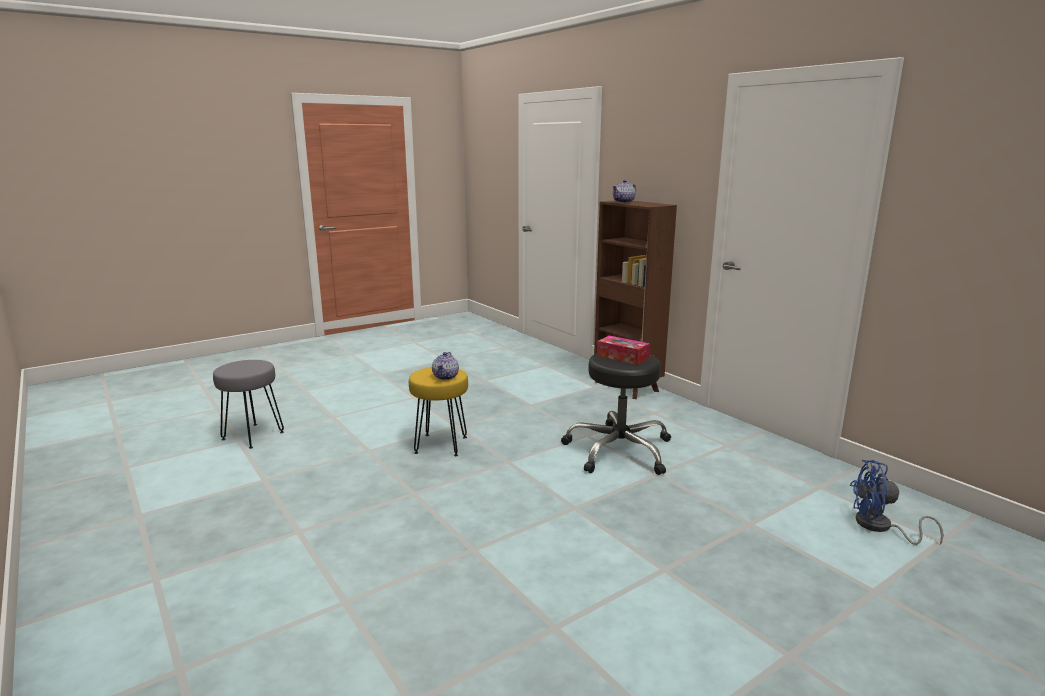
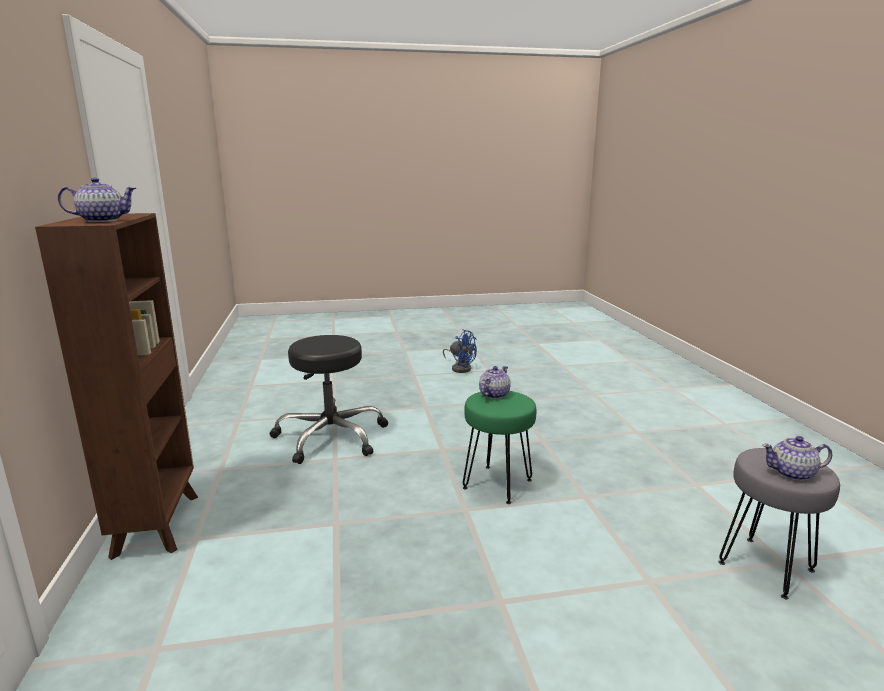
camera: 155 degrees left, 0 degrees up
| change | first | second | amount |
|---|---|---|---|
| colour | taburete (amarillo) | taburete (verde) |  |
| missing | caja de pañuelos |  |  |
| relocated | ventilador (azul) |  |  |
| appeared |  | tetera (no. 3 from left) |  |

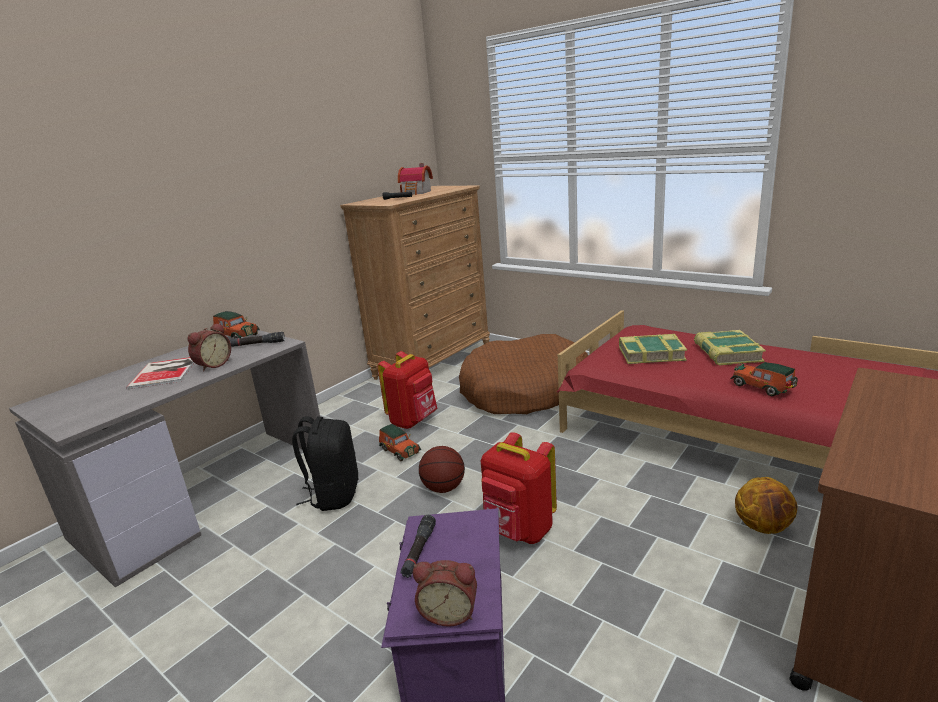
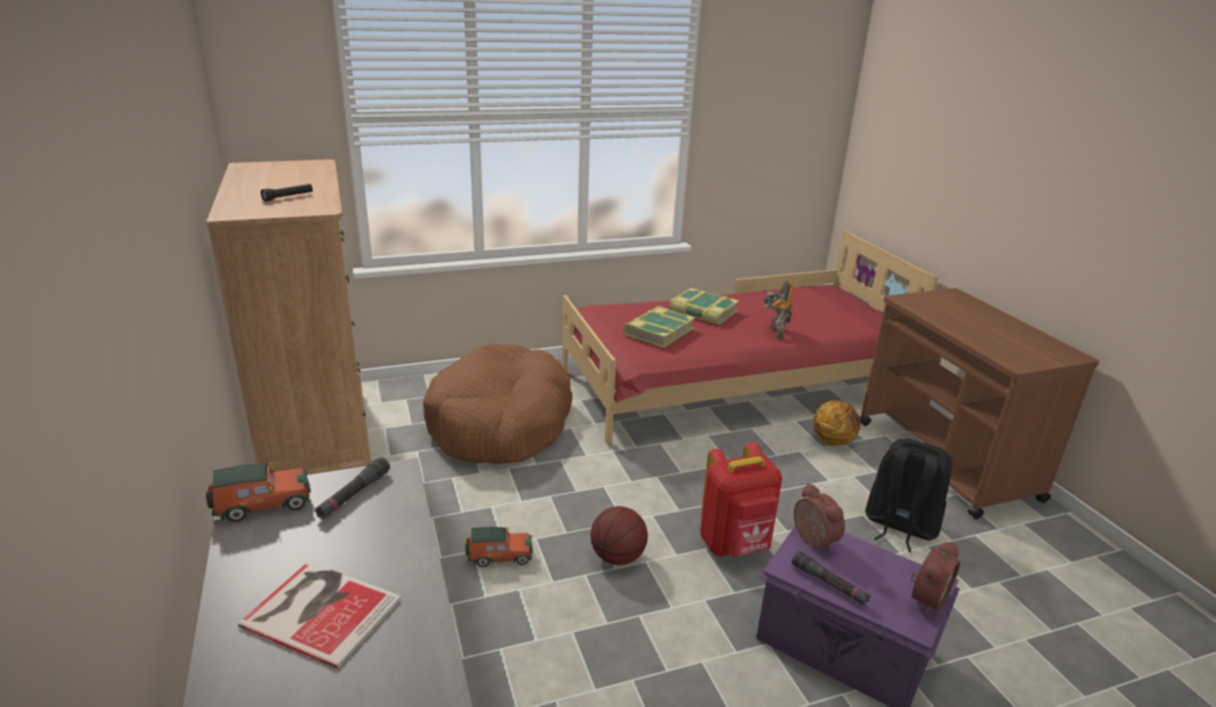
camera: 60 degrees left, 5 degrees up
| change | first | second | amount |
|---|---|---|---|
| relocated | despertador (no. 1 from left) |  |  |
| relocated | mochila (negro) |  |  |
| missing | mochila (rojo) (no. 1 from left) |  |  |
| missing | casita |  |  |
| exchanged | coche de juguete (no. 3 from left) | robot de juguete |  |

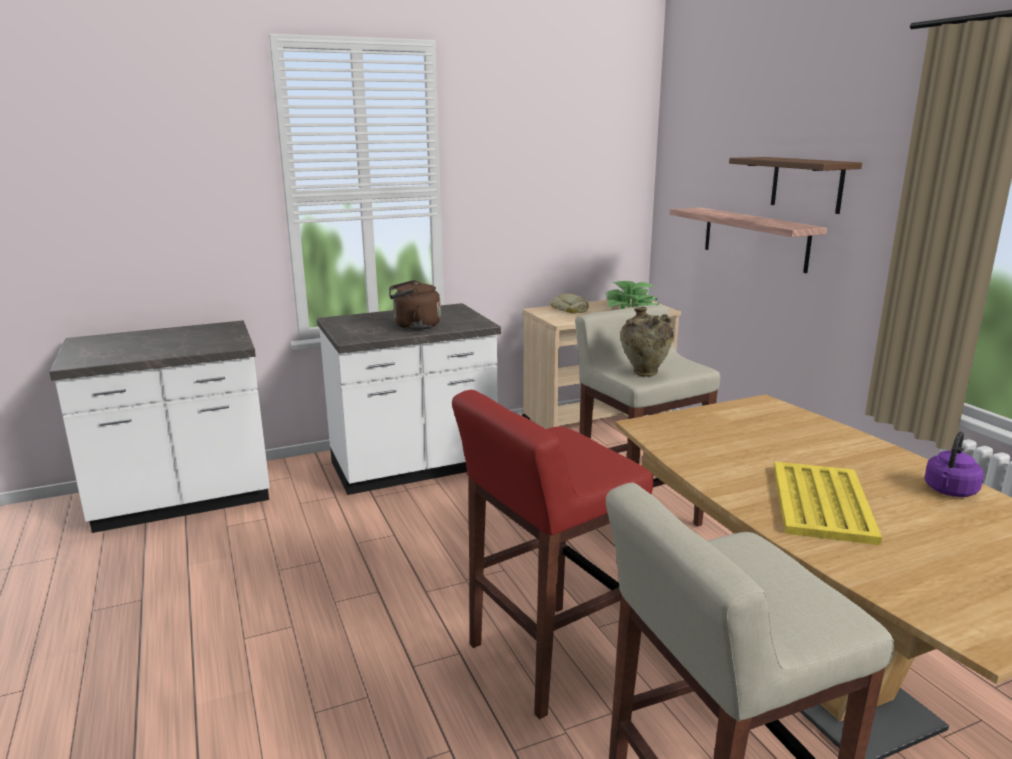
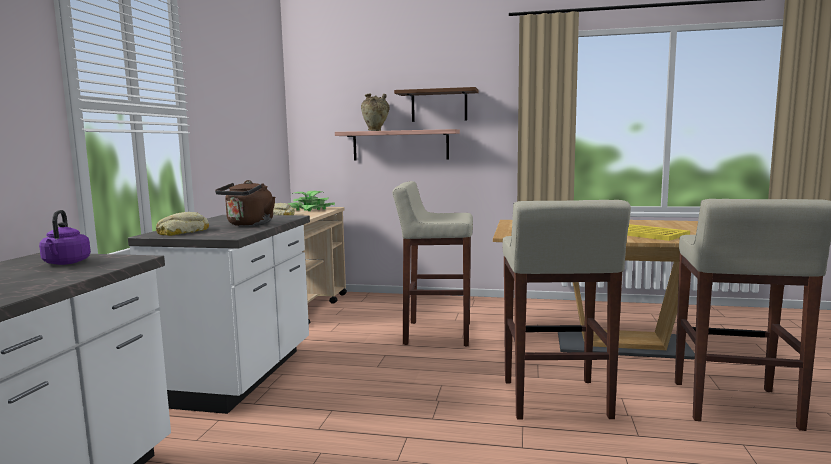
camera: 55 degrees left, 10 degrees down
| change | first | second | amount |
|---|---|---|---|
| colour | taburete (rojo) | taburete (beis) (no. 2 from left) |  |
| relocated | florero (beis) |  |  |
| relocated | hervidor (morado) |  |  |
| appeared |  | pan (no. 1 from left) |  |

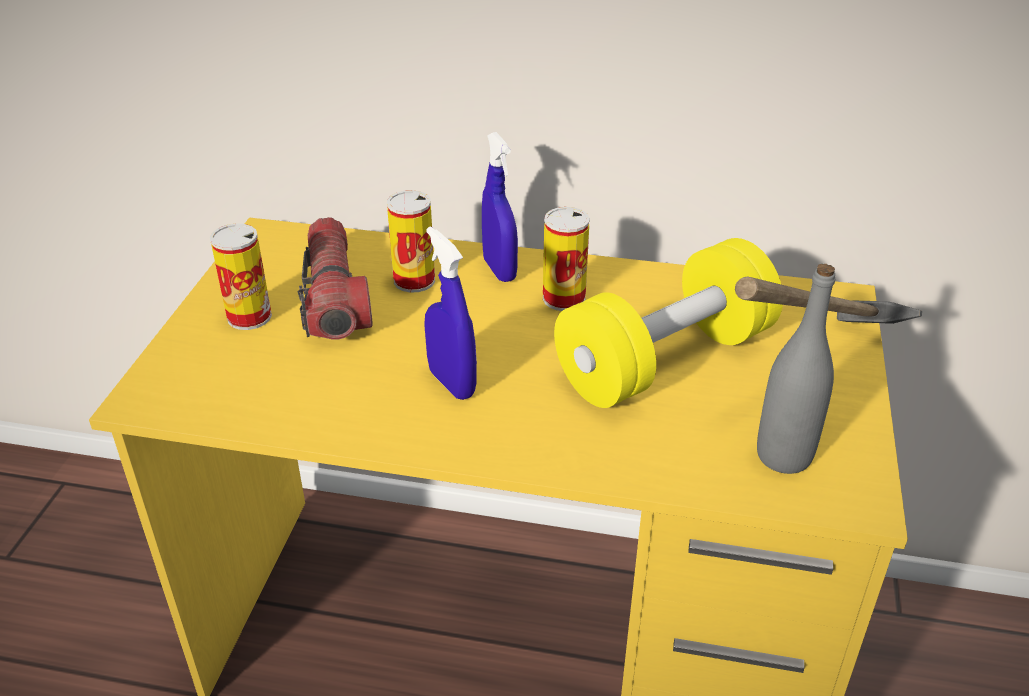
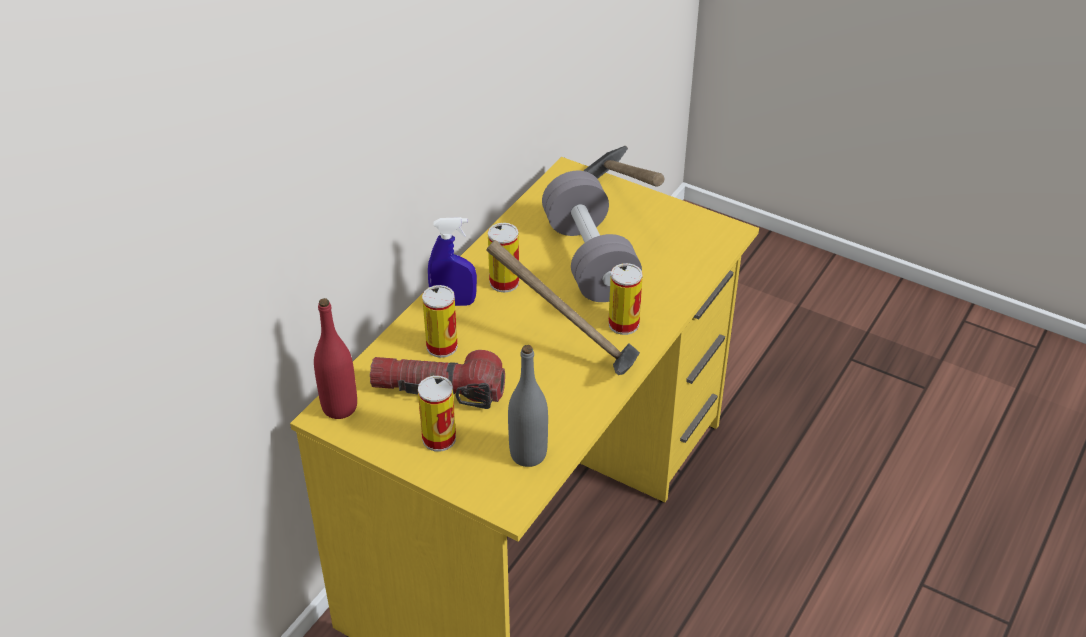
camera: 70 degrees left, 5 degrees up
| change | first | second | amount |
|---|---|---|---|
| exchanged | pulverizador (azul) (no. 1 from left) | martillo (no. 1 from left) |  |
| colour | mancuerna (amarillo) | mancuerna (gris) |  |
| relocated | botella (gris) |  |  |
| appeared |  | botella (rojo) |  |
| appeared |  | lata (no. 4 from left) |  |

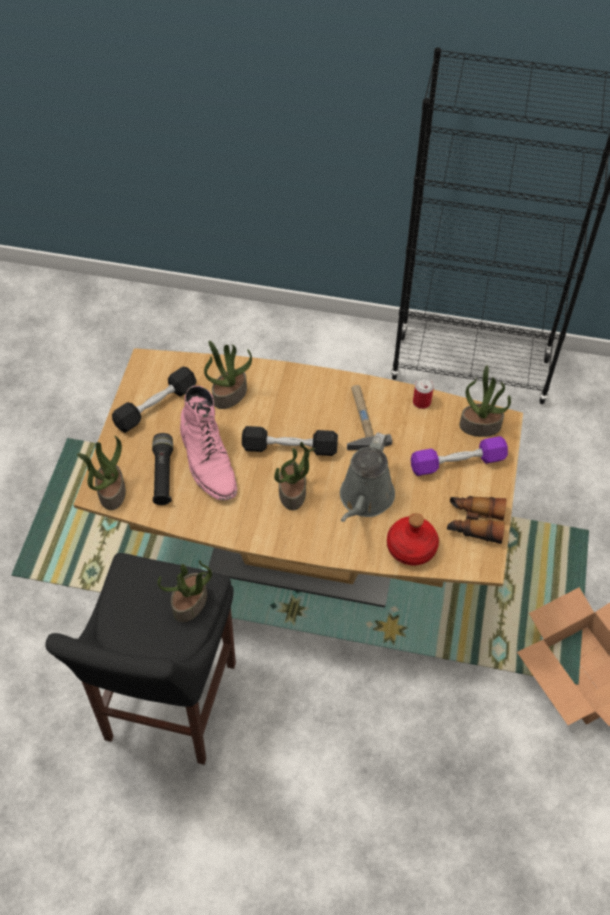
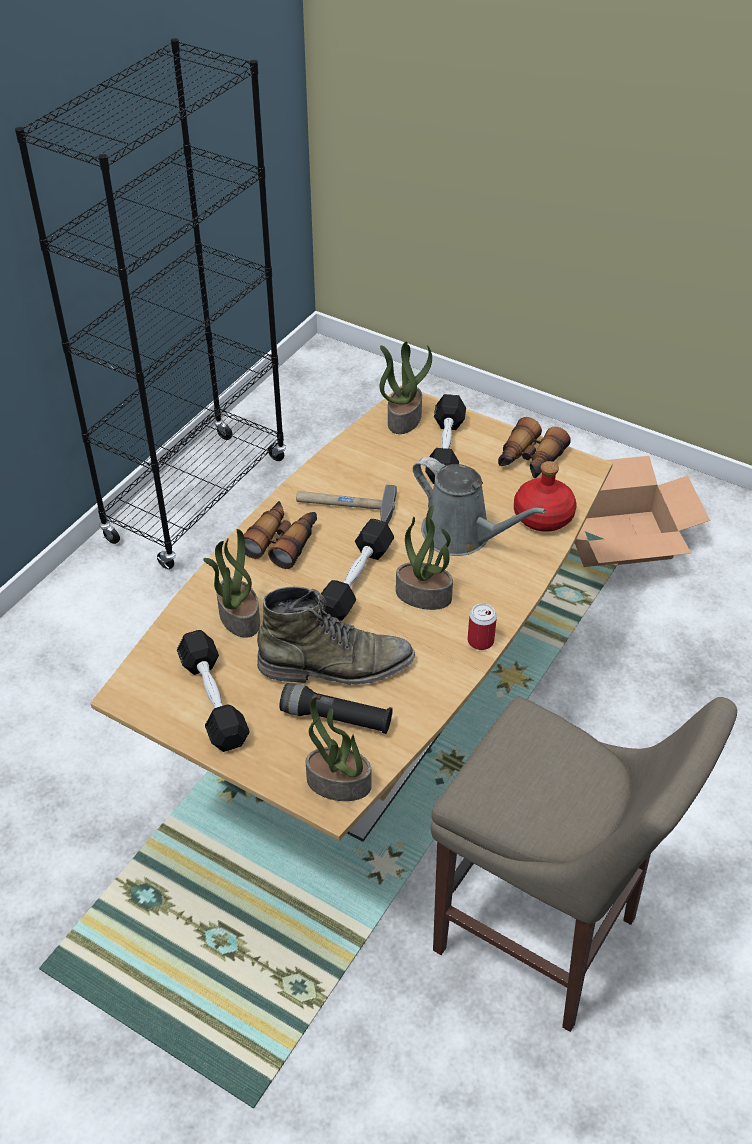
camera: 70 degrees left, 10 degrees down
| change | first | second | amount |
|---|---|---|---|
| colour | taburete (negro) | taburete (beis) |  |
| missing | planta en maceta (no. 2 from left) |  |  |
| colour | bota (rosa) | bota (verde) |  |
| colour | mancuerna (morado) | mancuerna (negro) (no. 3 from left) |  |
| relocated | lata |  |  |
| appeared |  | prismáticos (no. 1 from left) |  |

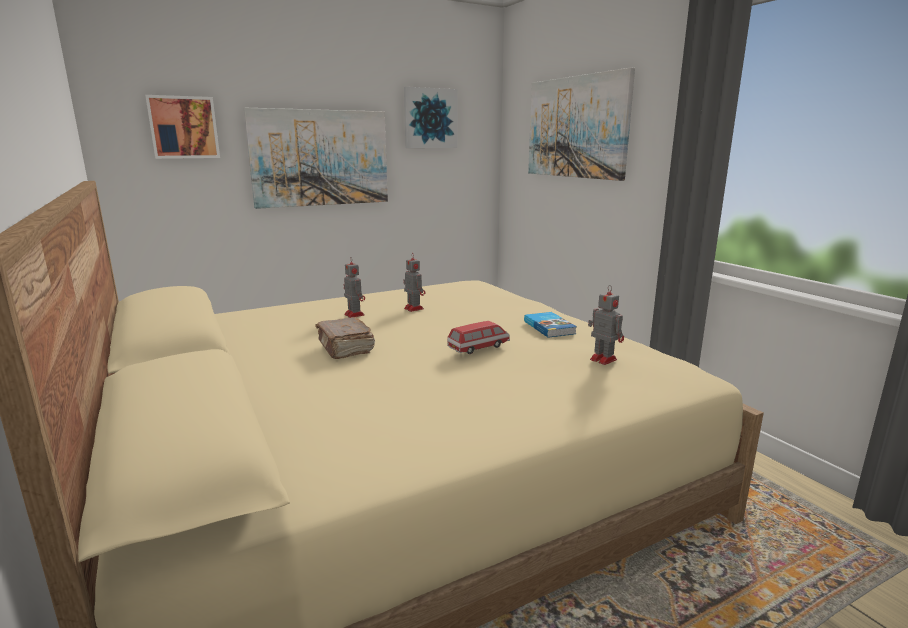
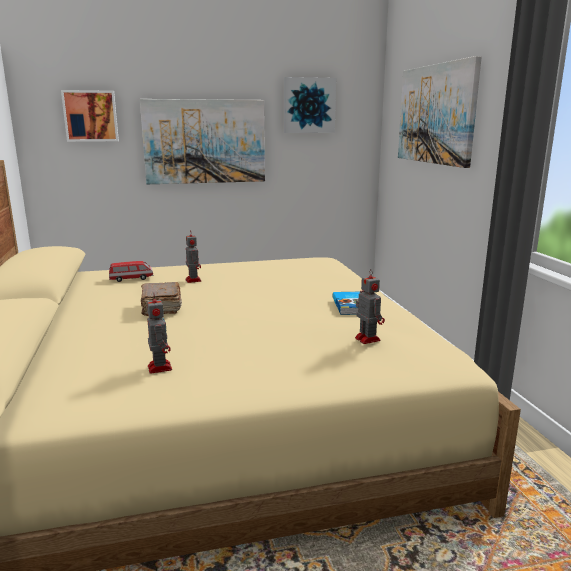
camera: 15 degrees right, 0 degrees up
| change | first | second | amount |
|---|---|---|---|
| relocated | robot de juguete (no. 2 from left in the first image) | robot de juguete (no. 1 from left) |  |
| relocated | coche de juguete |  |  |

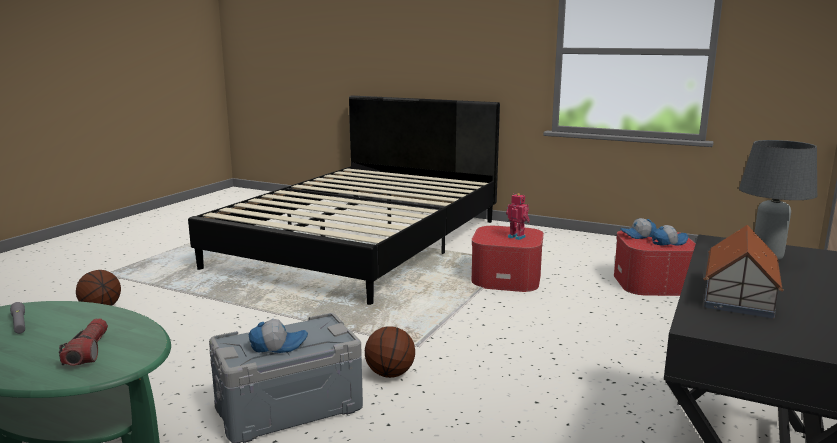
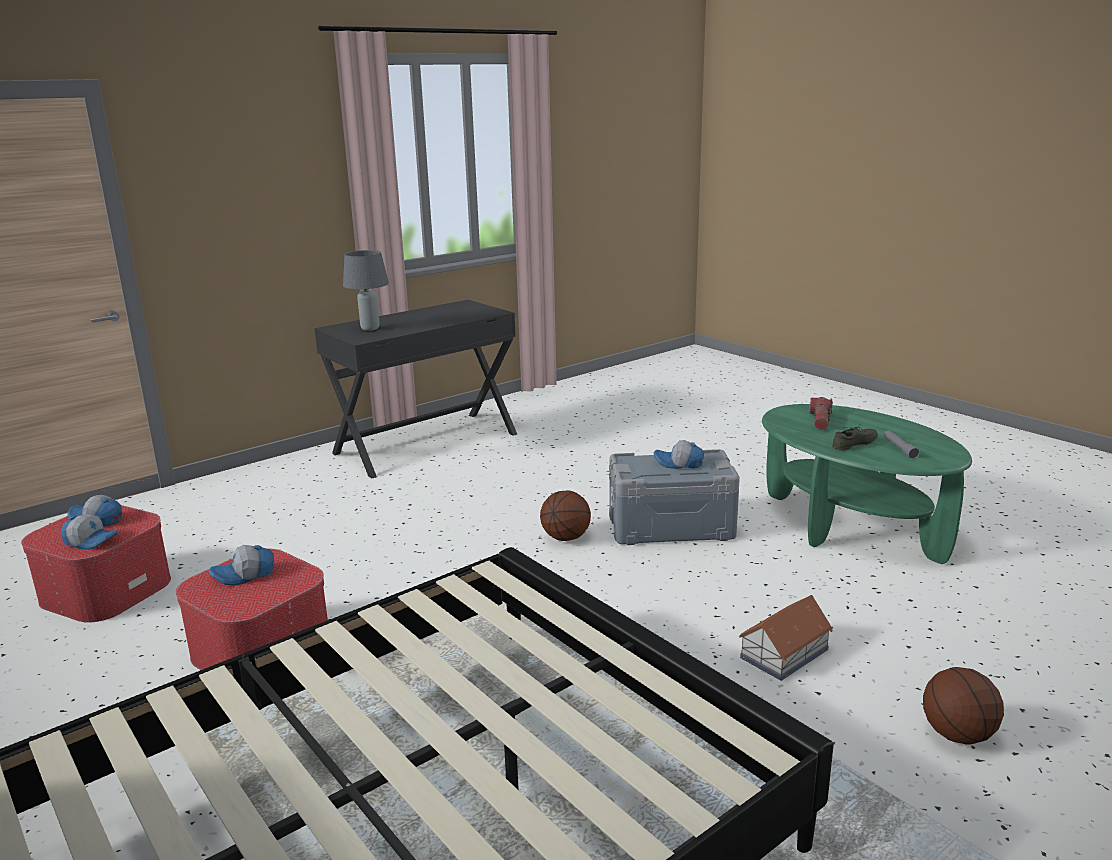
camera: 155 degrees left, 5 degrees up
| change | first | second | amount |
|---|---|---|---|
| exchanged | robot de juguete | gorra (no. 3 from left) |  |
| relocated | casita |  |  |
| appeared |  | zapato (gris) |  |

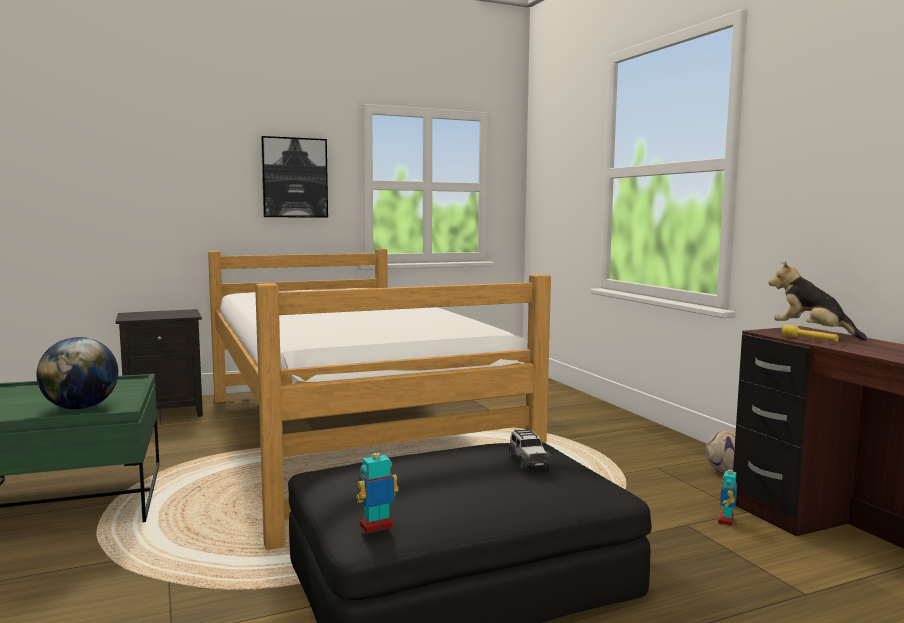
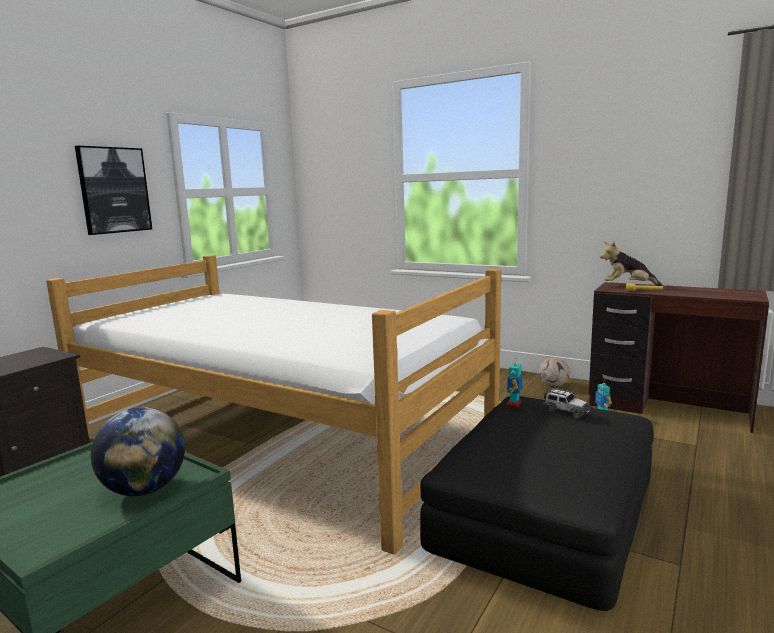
camera: 35 degrees left, 5 degrees up
| change | first | second | amount |
|---|---|---|---|
| relocated | robot de juguete (no. 1 from left) |  |  |

